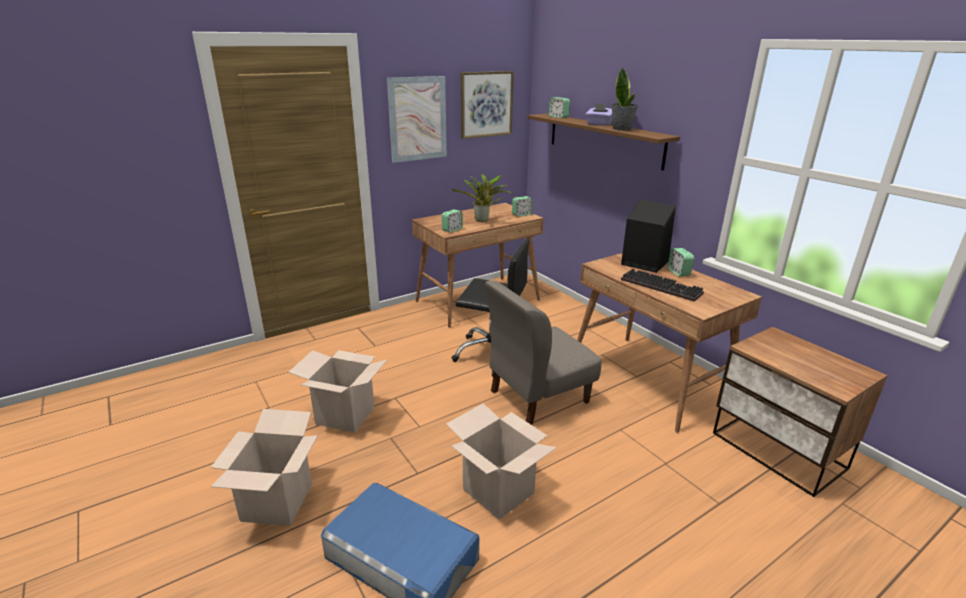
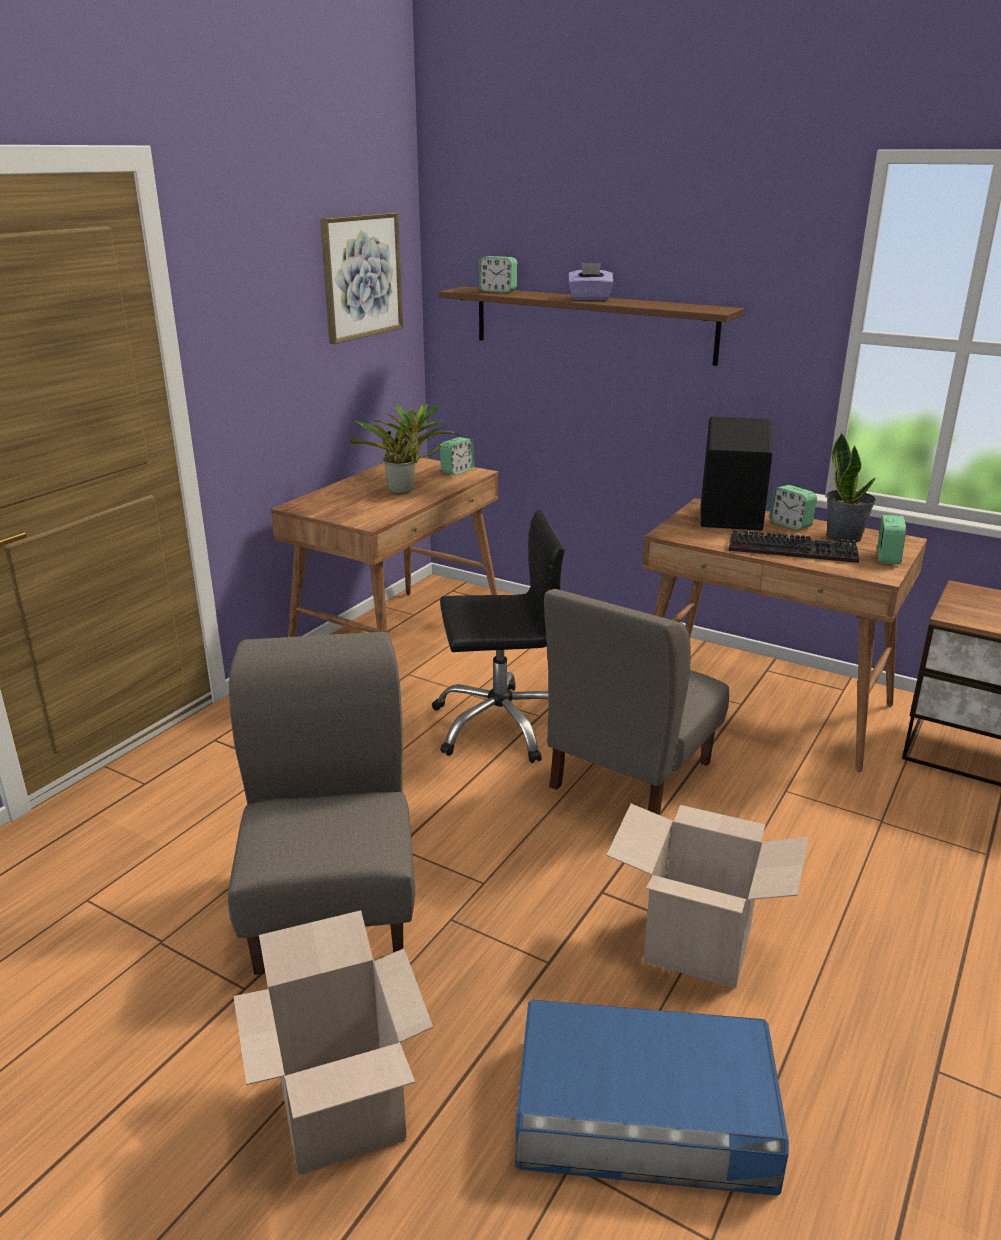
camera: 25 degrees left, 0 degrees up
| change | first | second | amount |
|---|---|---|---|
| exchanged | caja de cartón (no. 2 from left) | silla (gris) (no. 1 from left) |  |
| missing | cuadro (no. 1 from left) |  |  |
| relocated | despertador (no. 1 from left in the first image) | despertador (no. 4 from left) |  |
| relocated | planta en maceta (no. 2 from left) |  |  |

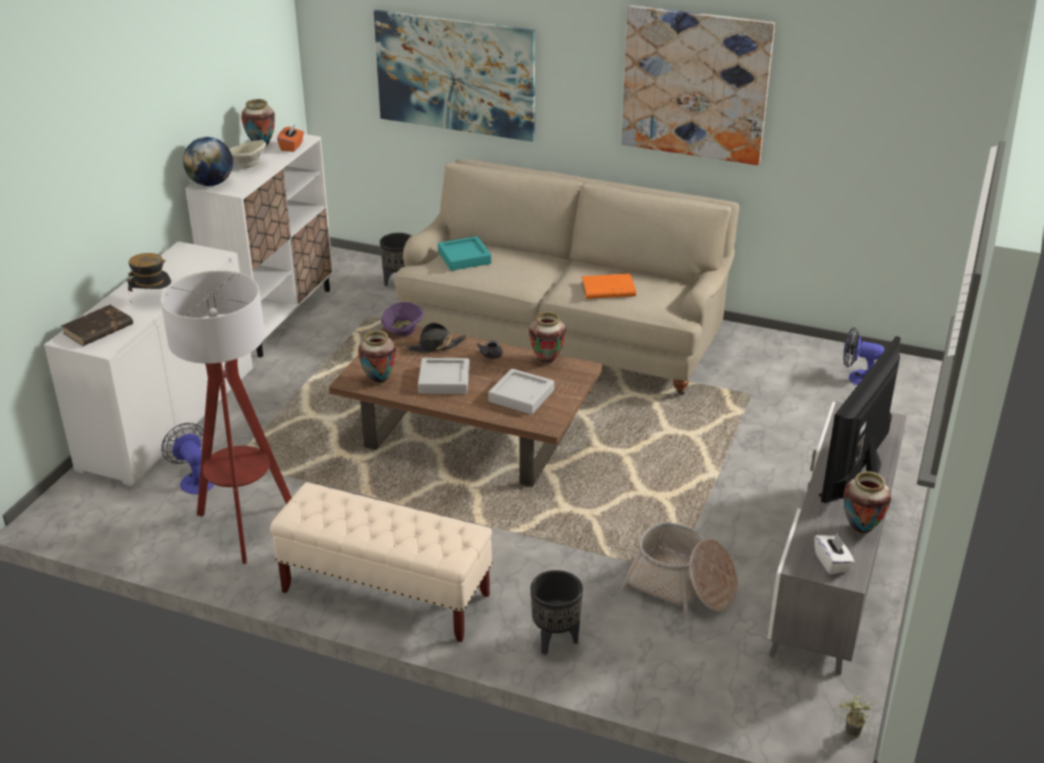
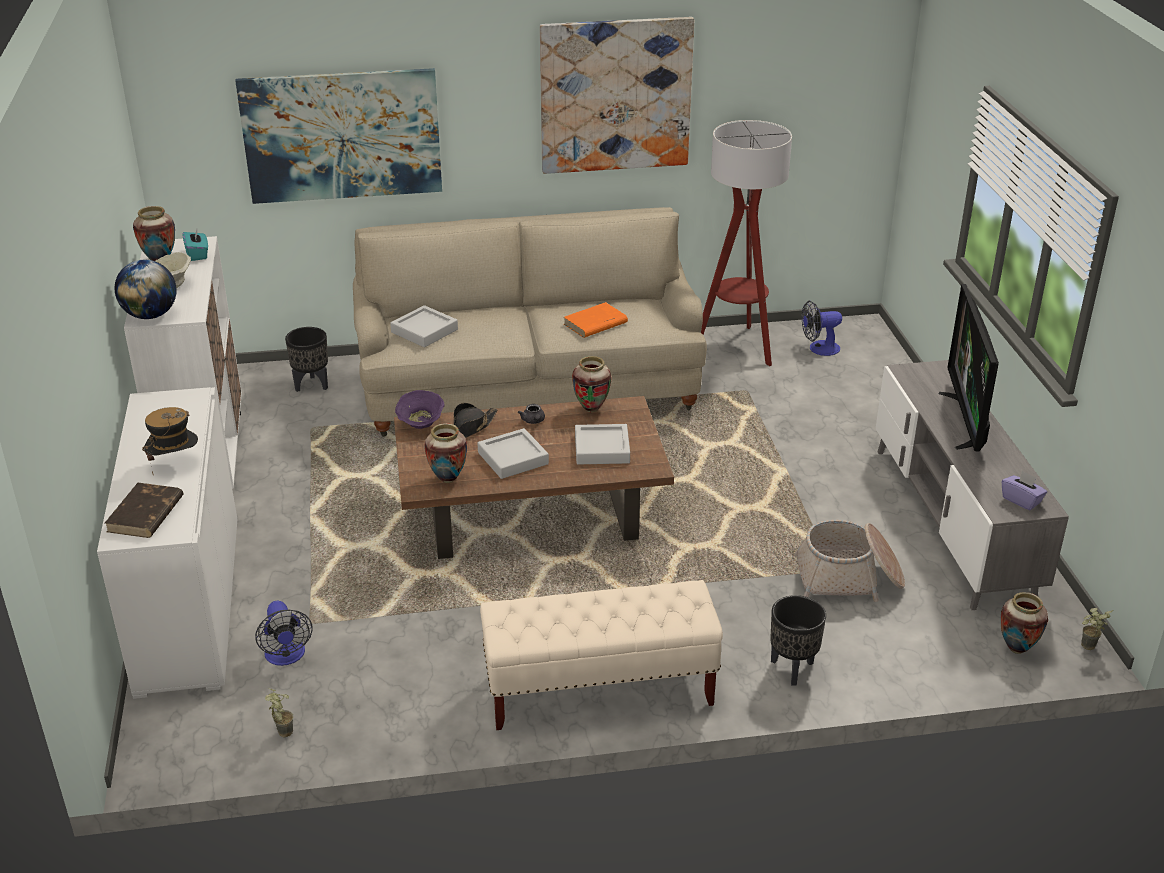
camera: 30 degrees left, 0 degrees up
| change | first | second | amount |
|---|---|---|---|
| relocated | lámpara de pie |  |  |
| spun | ventilador (no. 1 from left) |  | 135 degrees counterclockwise |
| colour | caja de pañuelos (naranja) | caja de pañuelos (turquesa) |  |
| colour | bandeja (turquesa) | bandeja (gris) (no. 1 from left) |  |
| colour | caja de pañuelos (blanco) | caja de pañuelos (morado) |  |
| relocated | florero (no. 4 from left) |  |  |
| appeared |  | planta en maceta (no. 1 from left) |  |

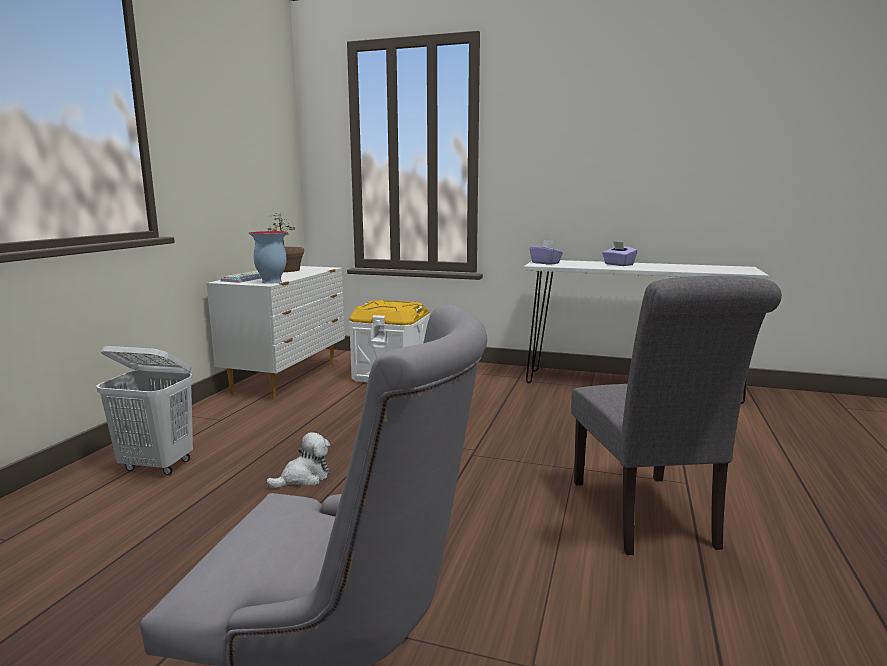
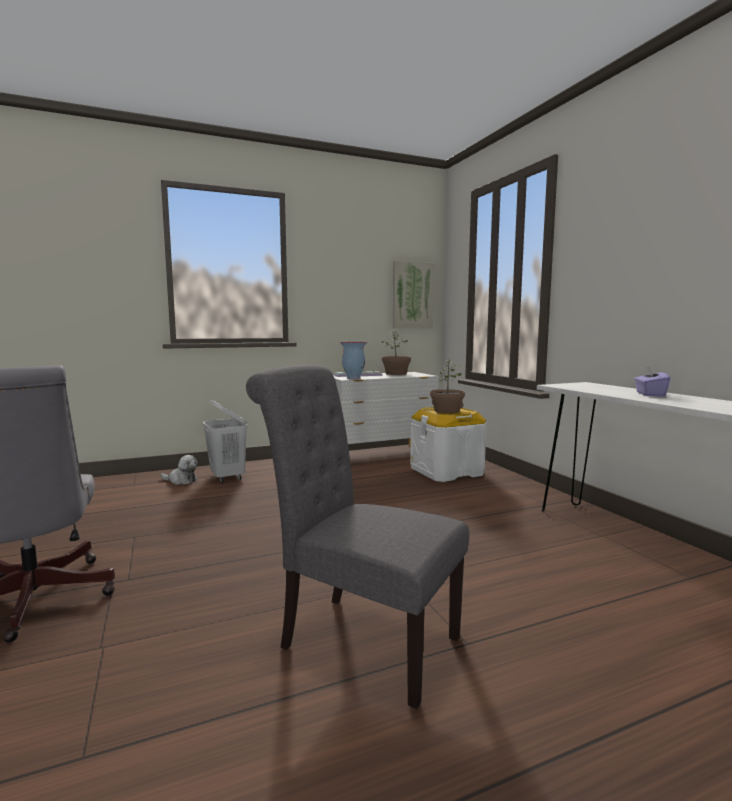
camera: 50 degrees right, 5 degrees down
| change | first | second | amount |
|---|---|---|---|
| relocated | peluche |  |  |
| missing | caja de pañuelos (morado) (no. 1 from left) |  |  |
| spun | silla (gris) |  | 75 degrees clockwise |
| appeared |  | cuadro |  |
| appeared |  | planta en maceta (no. 2 from left) |  |

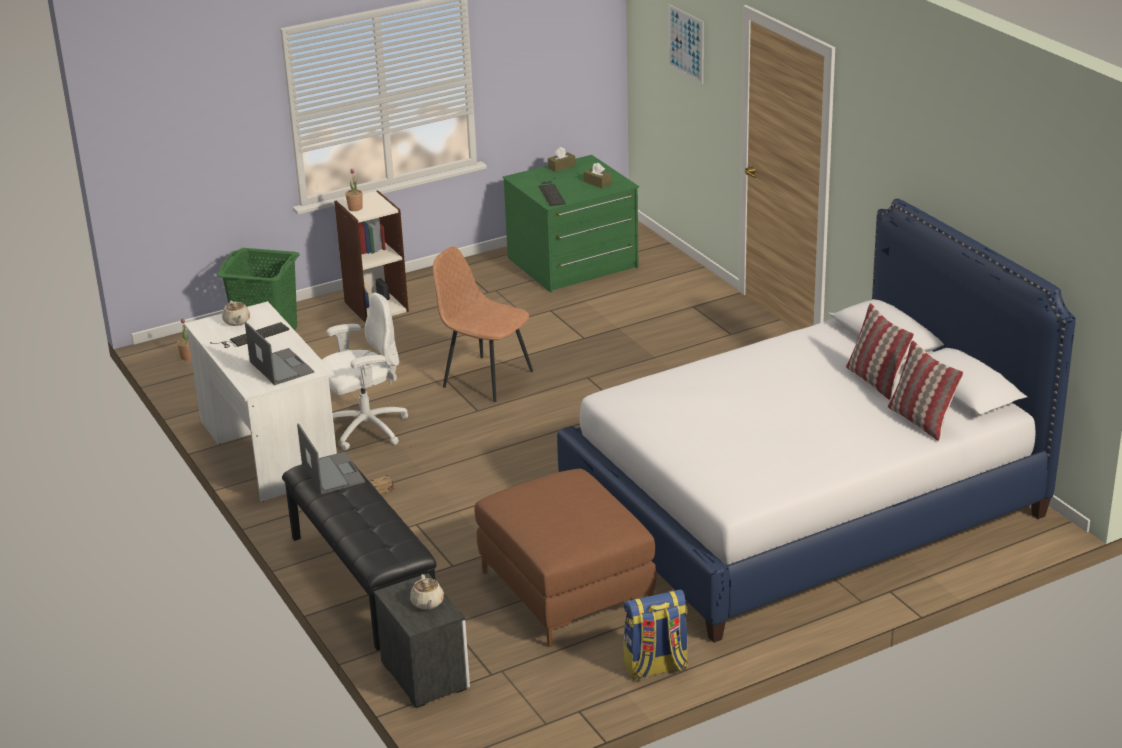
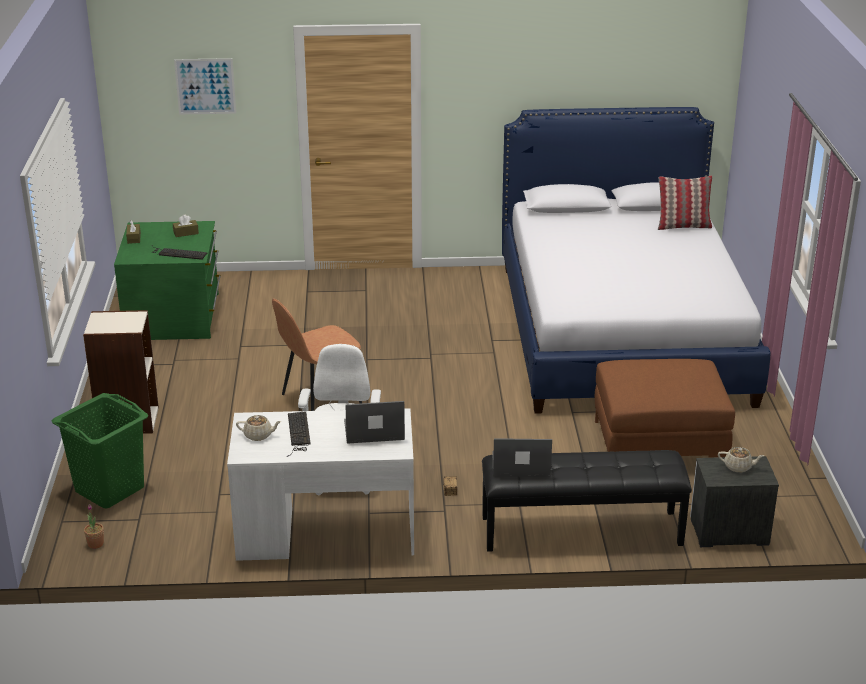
camera: 65 degrees left, 0 degrees up
| change | first | second | amount |
|---|---|---|---|
| missing | planta en maceta (no. 2 from left) |  |  |
| missing | mochila |  |  |
| missing | cojín (no. 1 from left) |  |  |

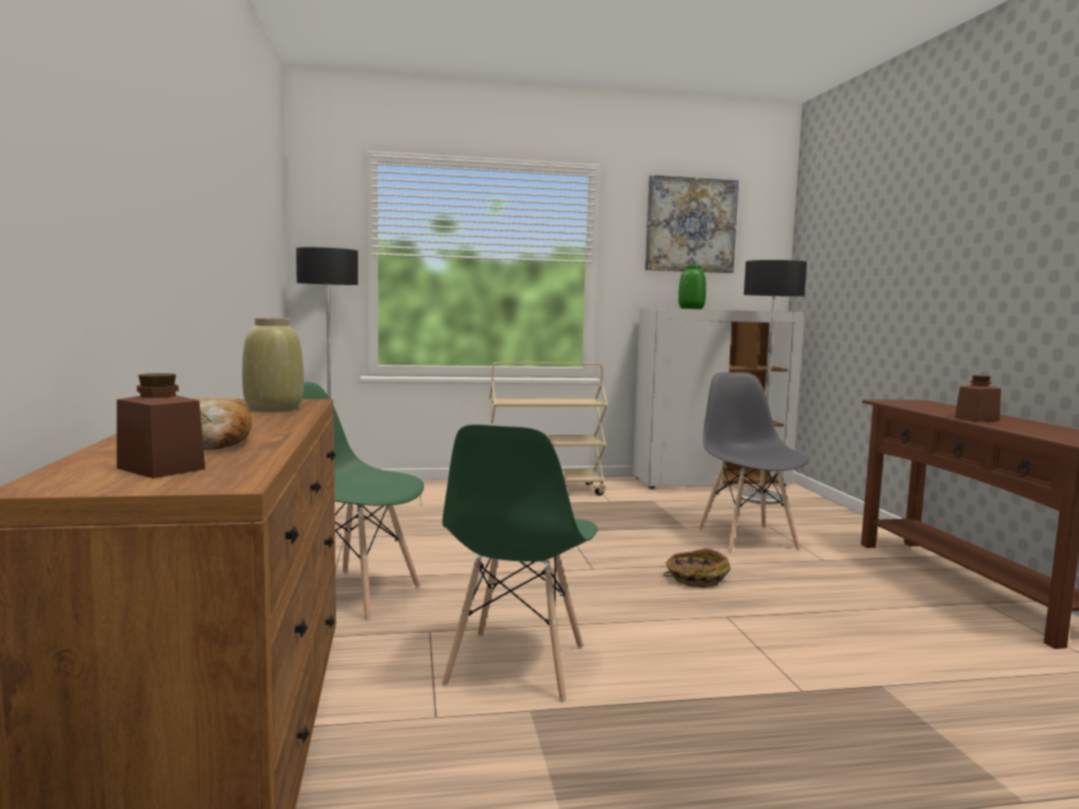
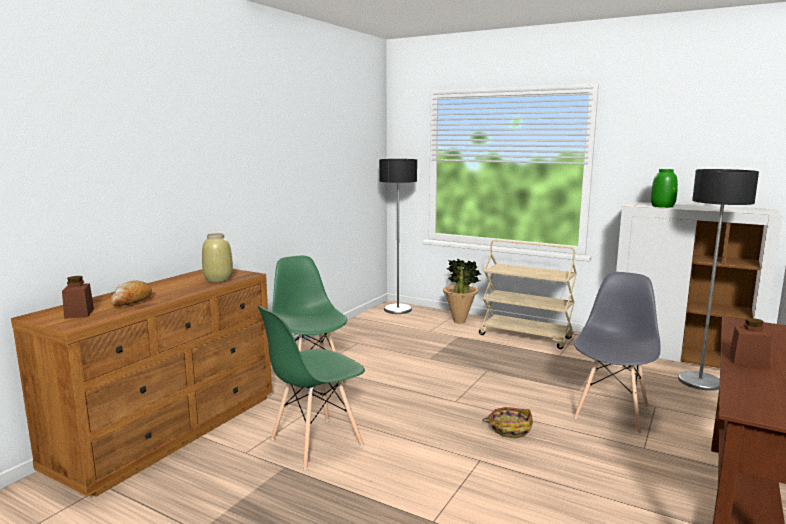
camera: 40 degrees right, 5 degrees up
| change | first | second | amount |
|---|---|---|---|
| missing | cuadro |  |  |
| appeared |  | planta en maceta |  |

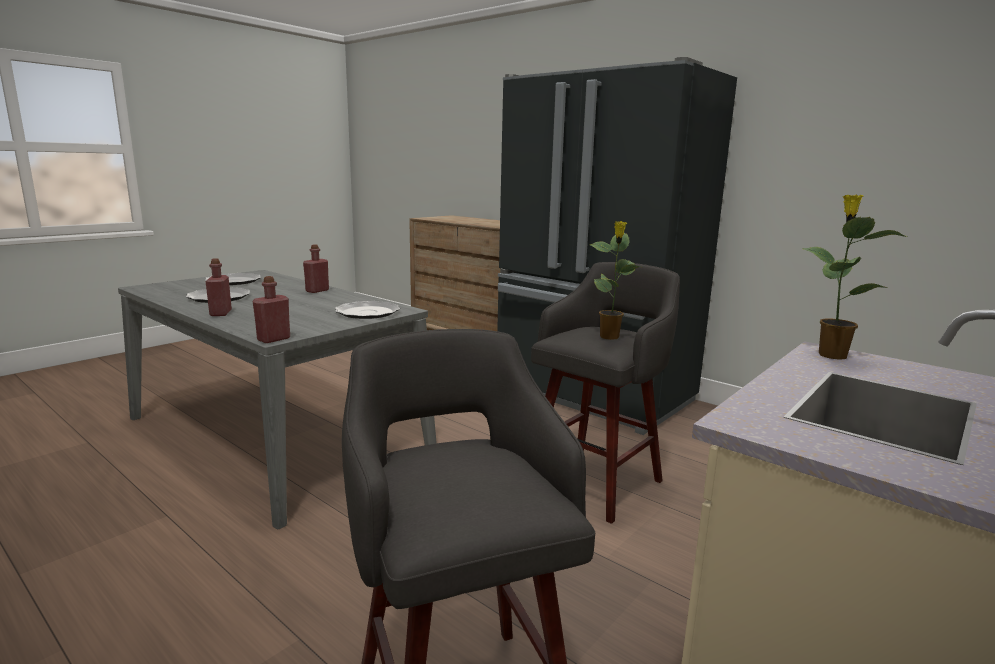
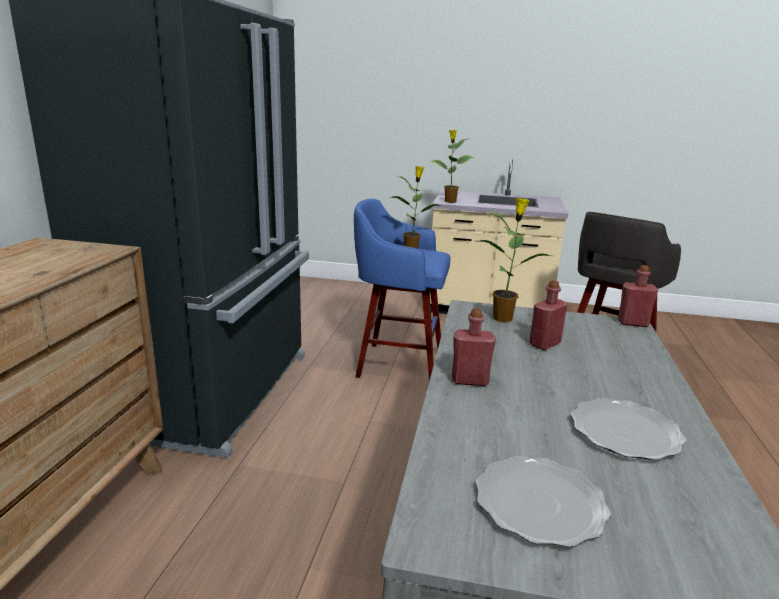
camera: 120 degrees left, 5 degrees up
| change | first | second | amount |
|---|---|---|---|
| relocated | botella (rojo) (no. 1 from left in the first image) | botella (rojo) (no. 2 from left) |  |
| exchanged | plato (no. 3 from left) | planta en maceta (no. 3 from left) |  |
| colour | taburete (gris) (no. 2 from left) | taburete (azul) |  |

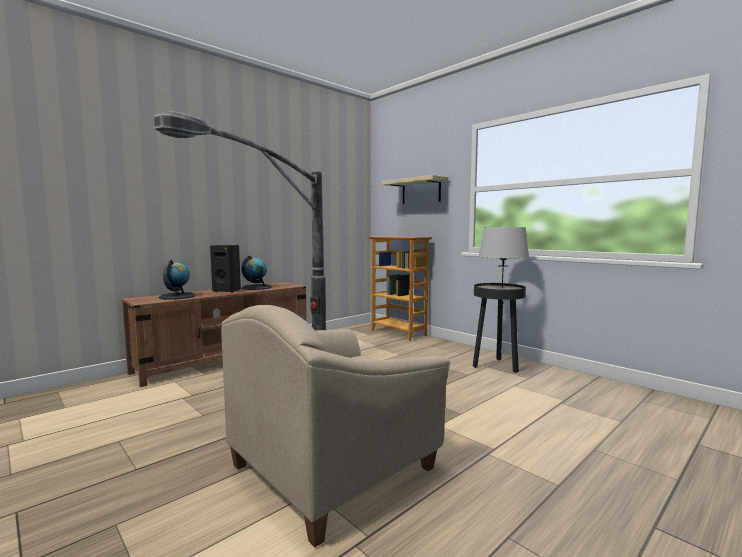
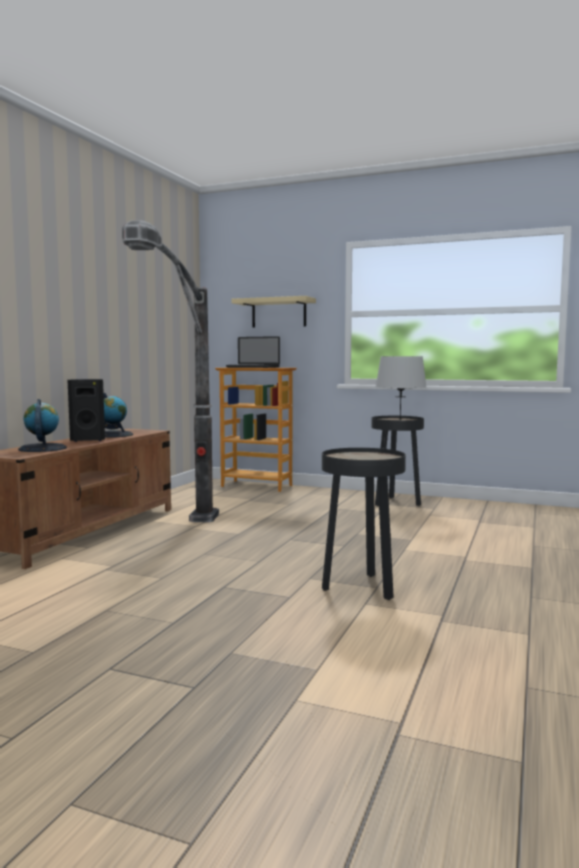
camera: 25 degrees left, 0 degrees up
| change | first | second | amount |
|---|---|---|---|
| exchanged | sillón (beis) | mesa auxiliar (negro) (no. 1 from left) |  |
| appeared |  | portátil |  |

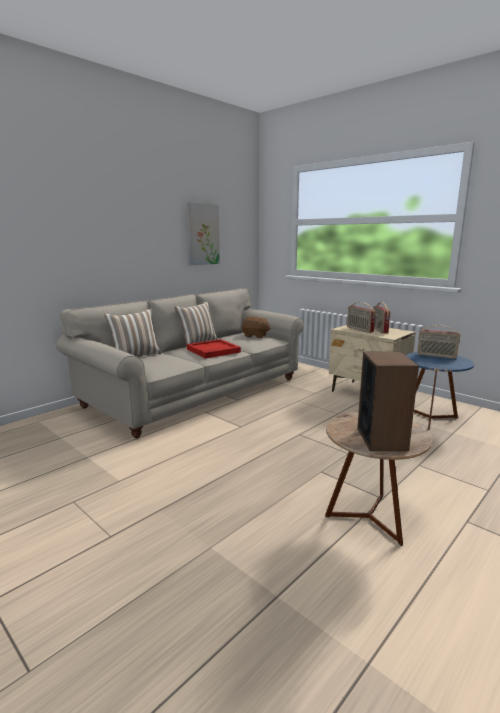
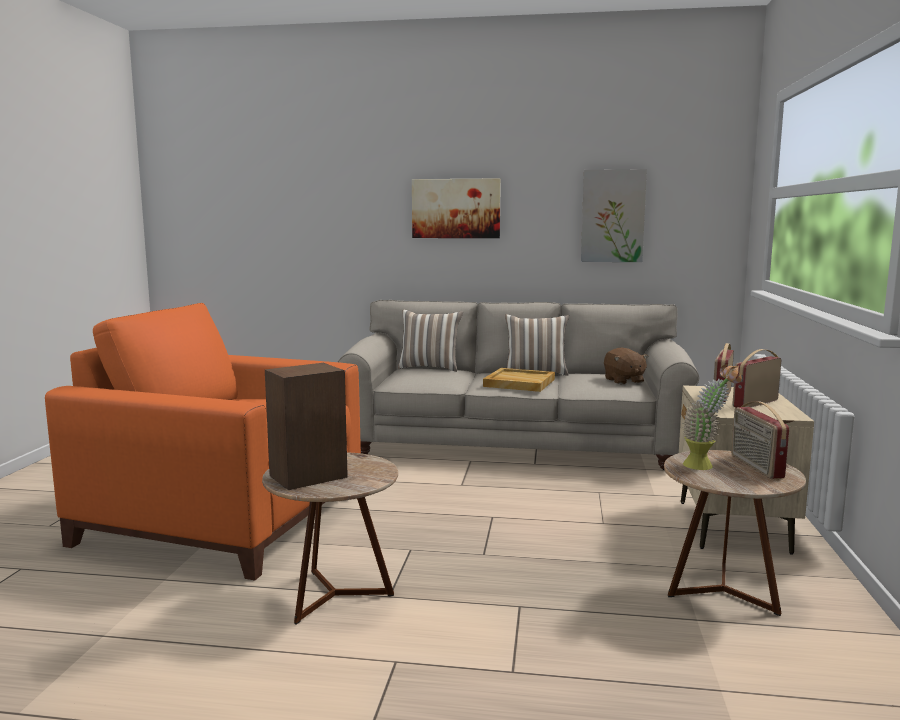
camera: 55 degrees right, 5 degrees down
| change | first | second | amount |
|---|---|---|---|
| colour | bandeja (rojo) | bandeja (beis) |  |
| colour | mesa auxiliar (azul) | mesa auxiliar (marrón) (no. 2 from left) |  |
| appeared |  | sillón (naranja) |  |
| appeared |  | cuadro (no. 1 from left) |  |
| appeared |  | planta en maceta |  |

